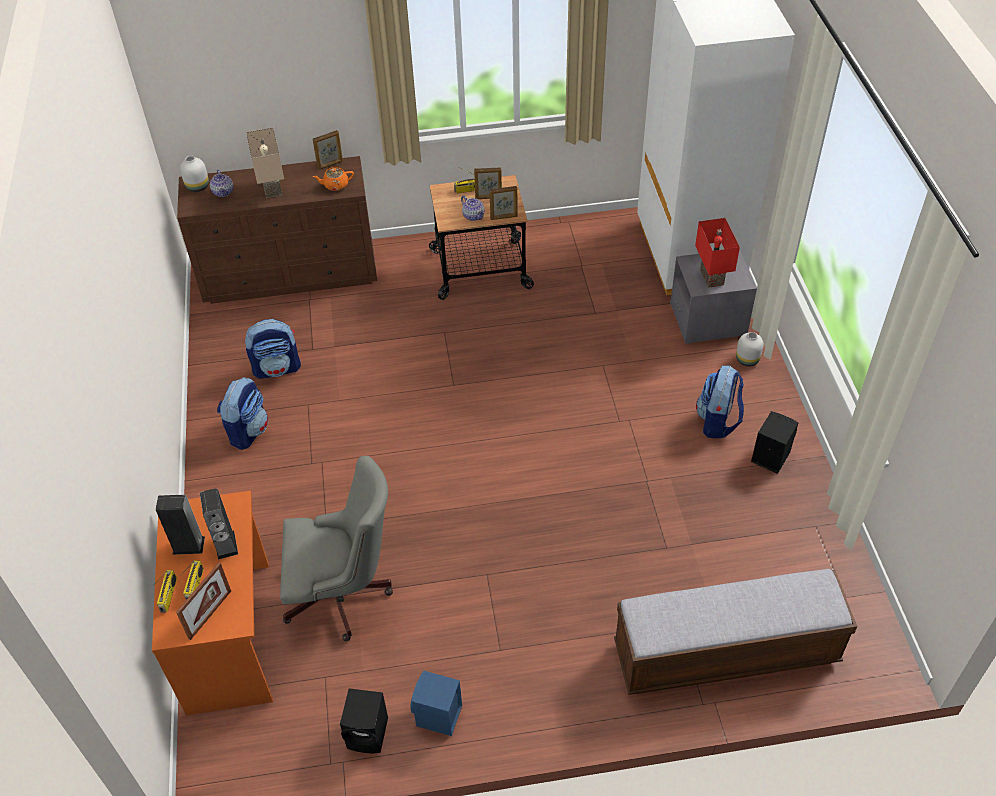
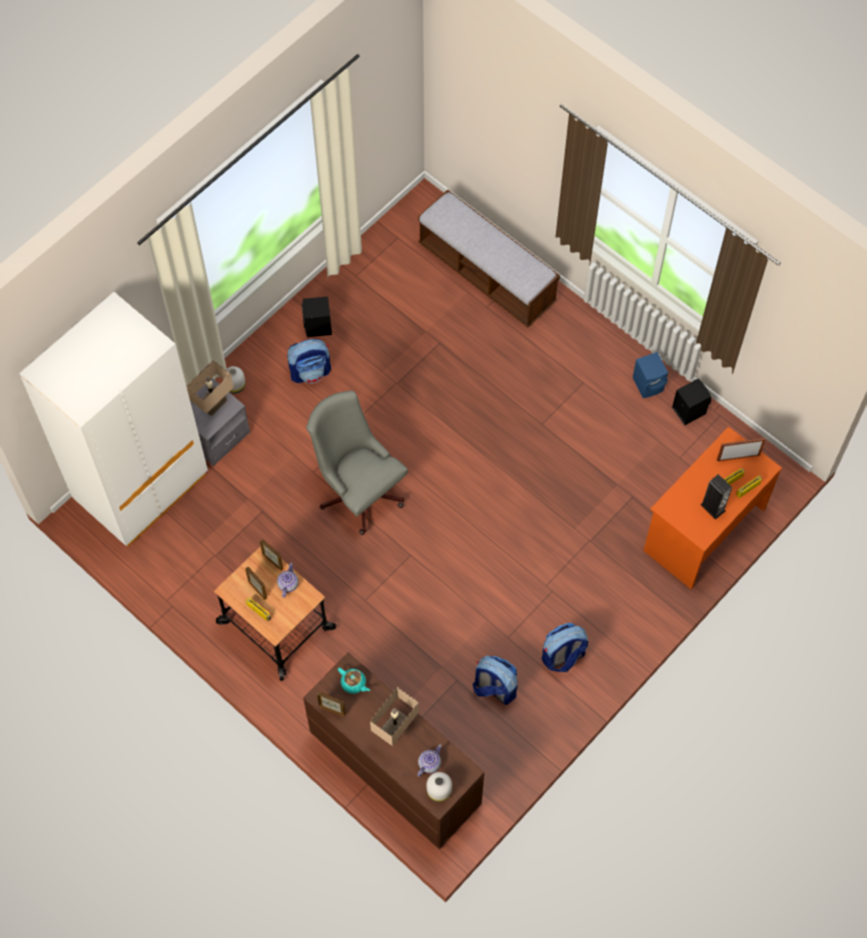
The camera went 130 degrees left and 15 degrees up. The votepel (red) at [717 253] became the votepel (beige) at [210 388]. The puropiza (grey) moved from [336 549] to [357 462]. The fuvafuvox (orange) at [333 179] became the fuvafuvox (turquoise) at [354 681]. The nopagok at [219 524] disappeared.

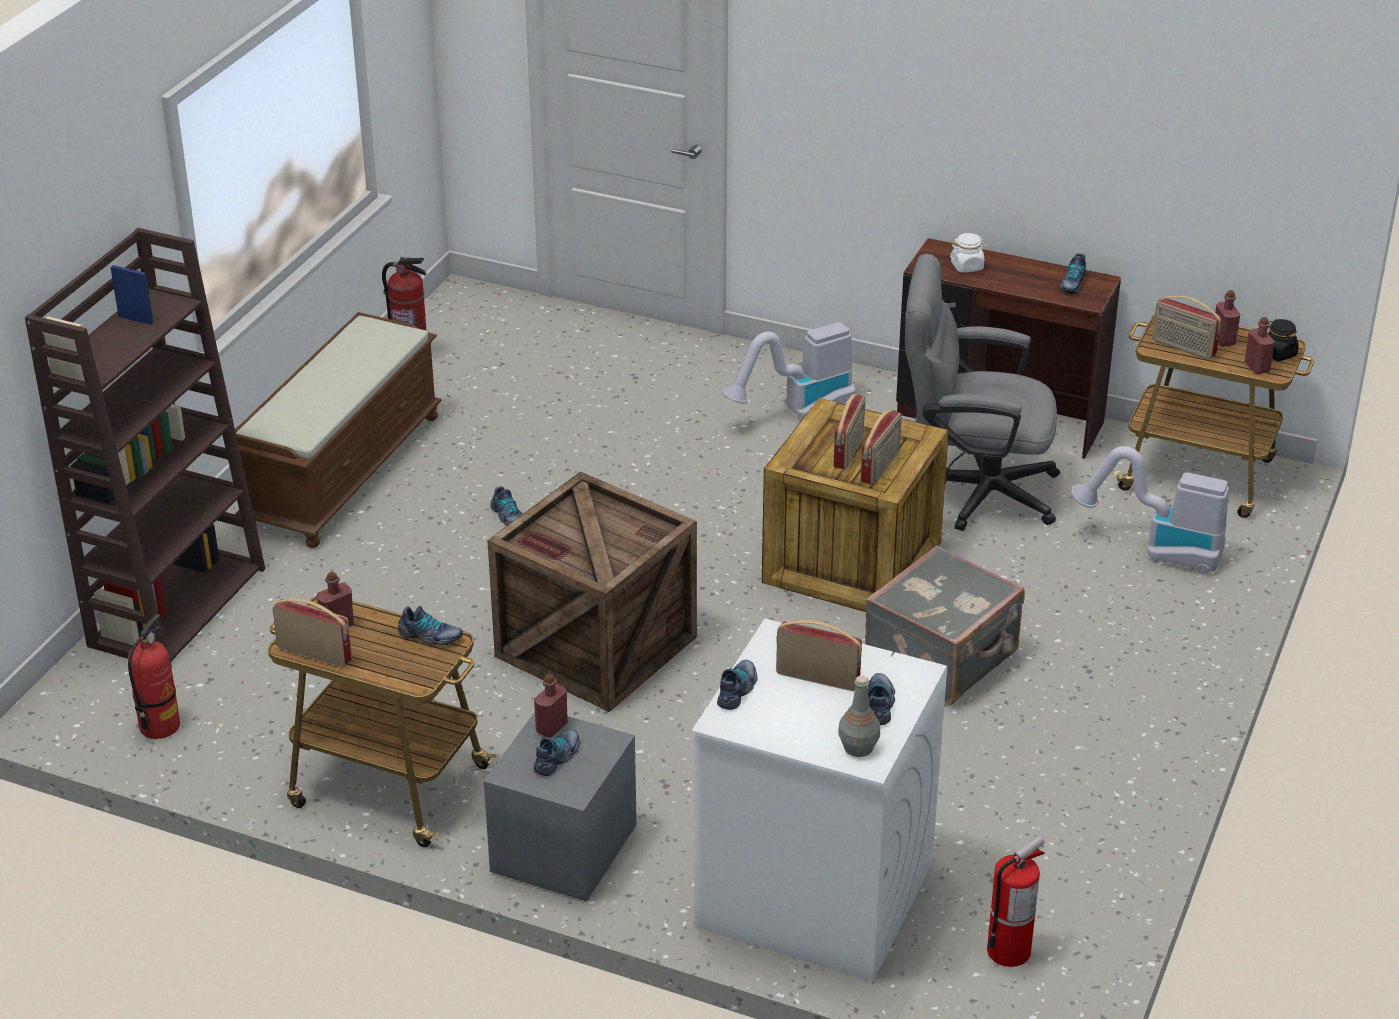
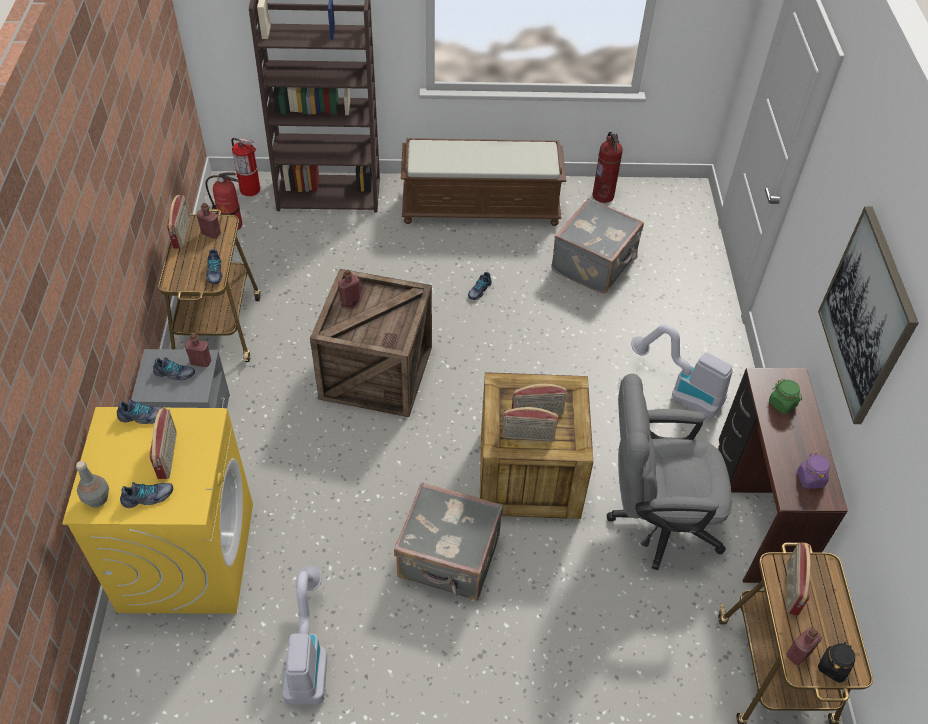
The camera went 65 degrees right and 15 degrees up. The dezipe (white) at [819 800] became the dezipe (yellow) at [157 510]. The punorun moved from [1016 901] to [246 167]. The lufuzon moved from [1150 510] to [304 635]. The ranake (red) moved from [1227 318] to [349 287]. The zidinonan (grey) at [597 246] appeared. The puropiza (grey) at [982 392] turned 75 degrees counterclockwise. The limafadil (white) at [968 253] became the limafadil (green) at [785 396]. The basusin at [1072 274] was replaced by the limafadil (purple) at [813 471]. The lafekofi at [868 315] appeared.

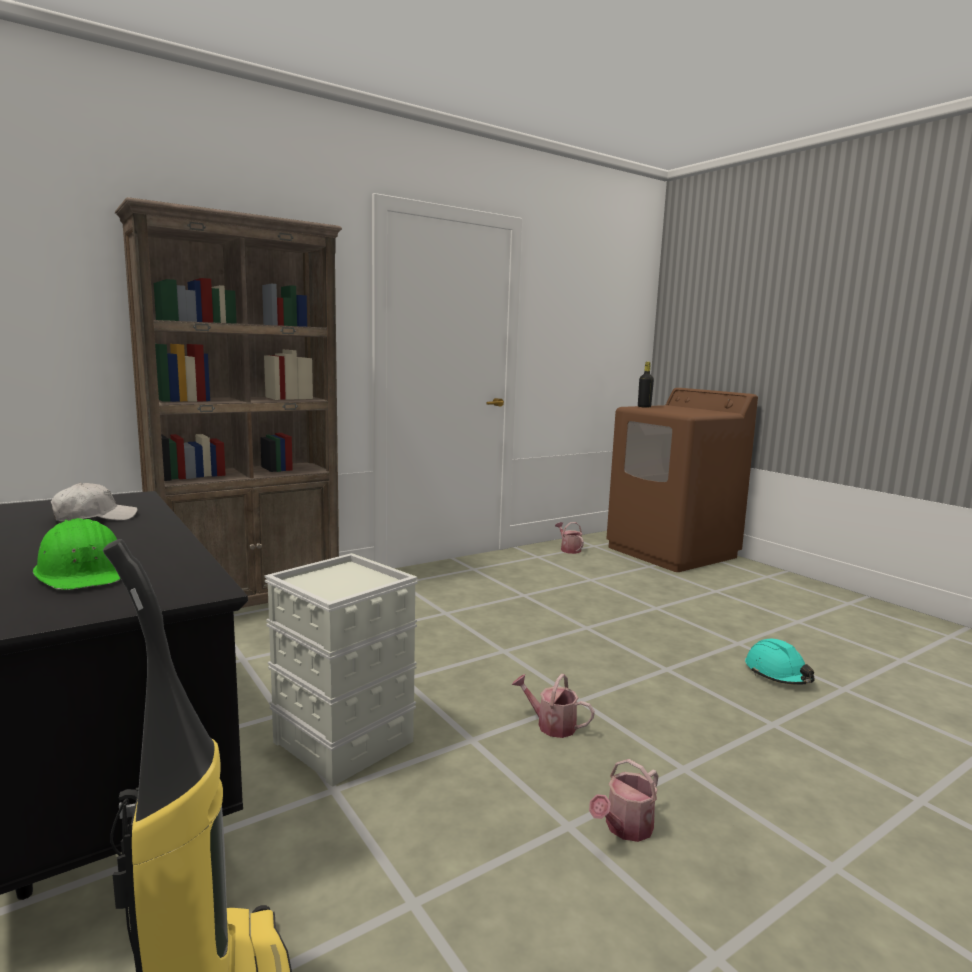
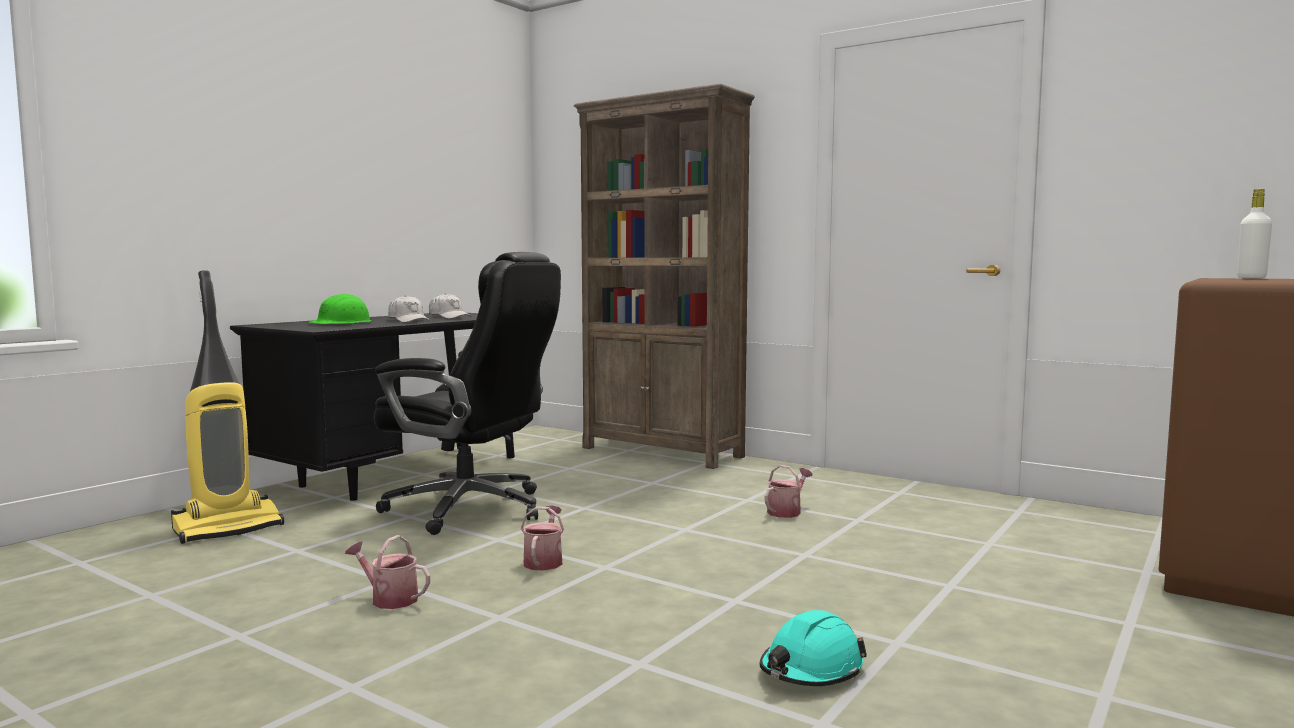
The camera went 70 degrees right and 5 degrees down. The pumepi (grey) at [341 670] was replaced by the puropiza (black) at [467 393]. The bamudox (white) at [409 309] appeared. The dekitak moved from [569 538] to [788 491]. The ranake (black) at [646 385] became the ranake (white) at [1254 234].

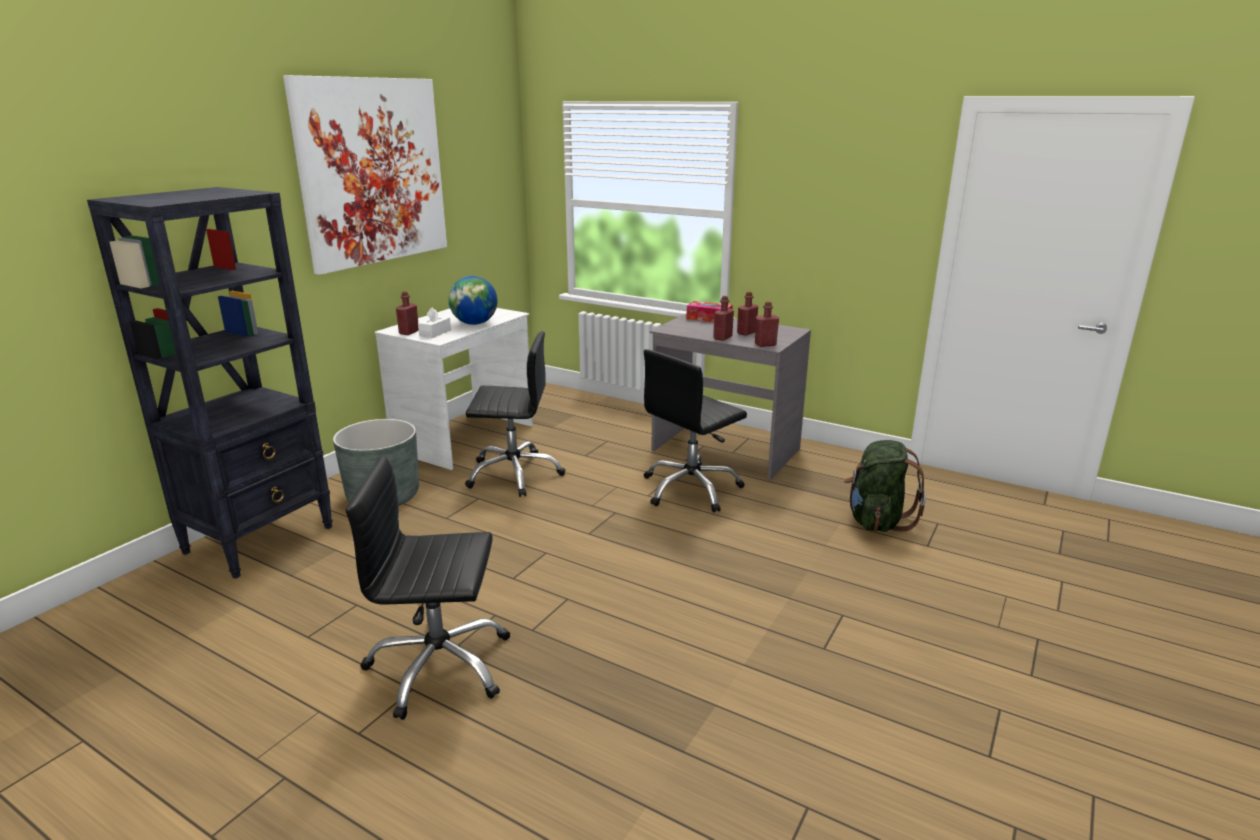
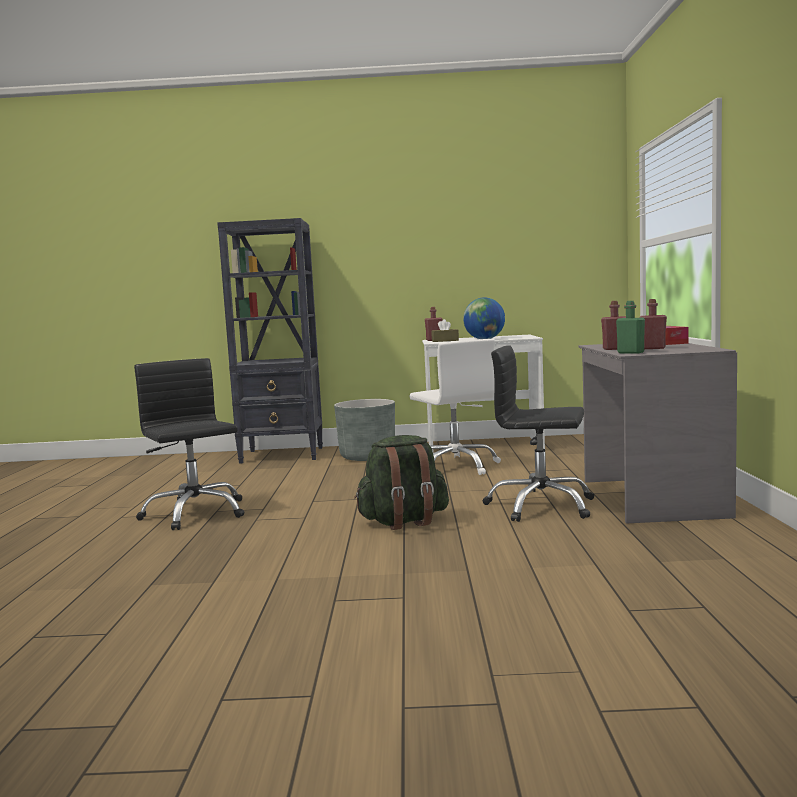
The camera went 60 degrees right and 15 degrees down. The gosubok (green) moved from [885 486] to [401 482]. The puropiza (black) at [515 414] became the puropiza (white) at [455 407]. The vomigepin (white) at [434 323] became the vomigepin (brown) at [445 330]. The ranake (red) at [767 324] became the ranake (green) at [630 327]. The lafekofi at [365 175] disappeared.

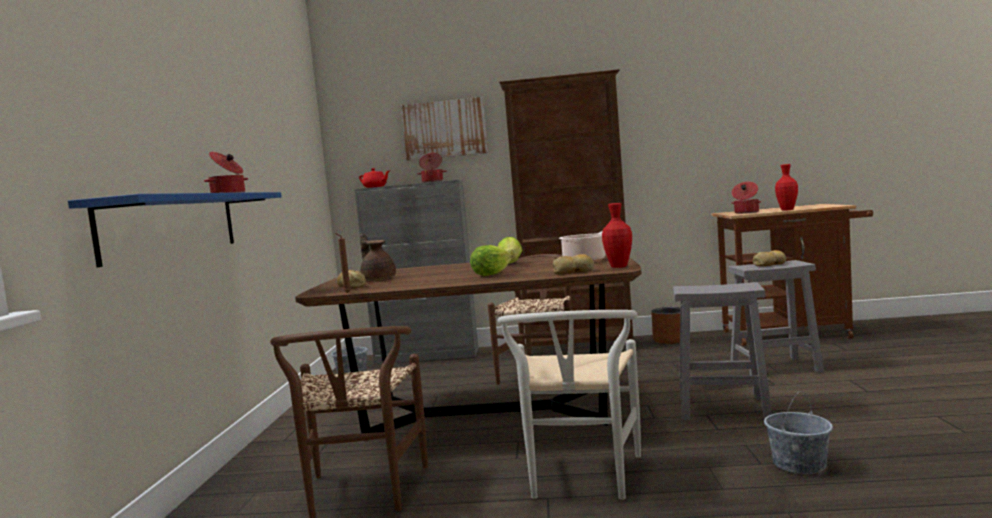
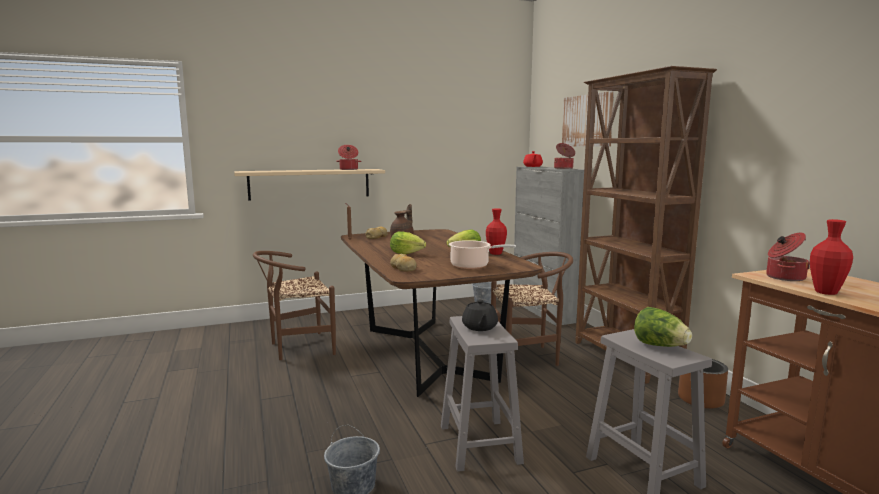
The camera went 65 degrees right and 5 degrees up. The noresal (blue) at [175 229] became the noresal (beige) at [309 185]. The fuvafuvox (black) at [480 315] appeared. The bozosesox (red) moved from [617 235] to [496 231]. The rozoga at [769 258] was replaced by the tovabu at [663 327]. The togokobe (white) at [569 405] disappeared.

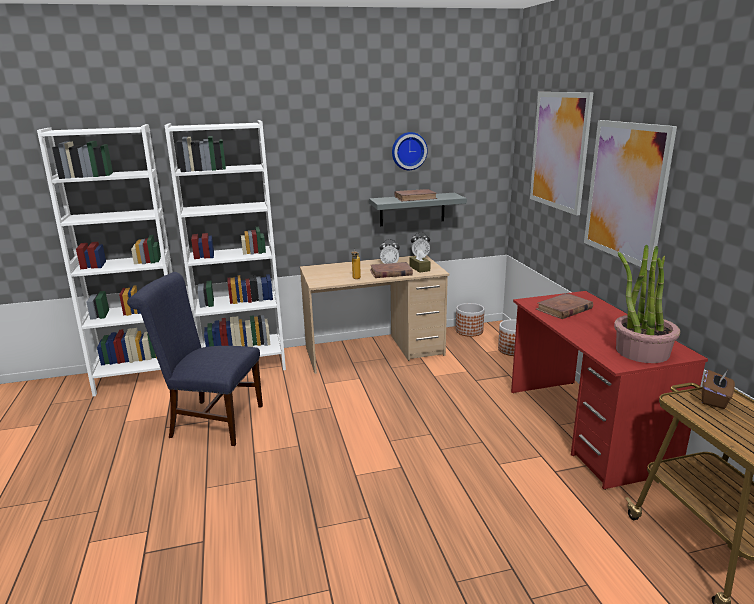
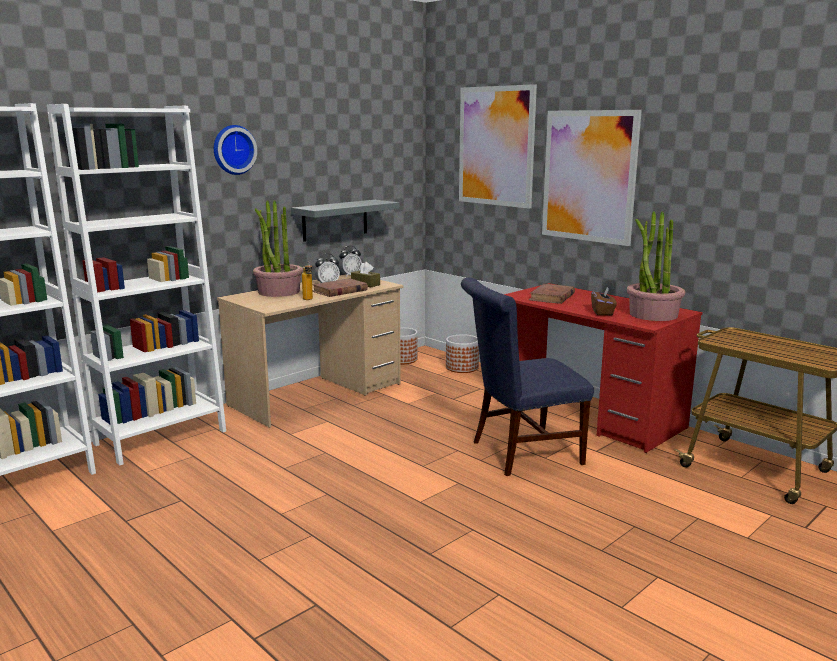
The camera went 30 degrees left and 5 degrees down. The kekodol moved from [410 151] to [235 150]. The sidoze at [278 248] appeared. The togokobe (blue) moved from [195 359] to [527 377]. The vomigepin (brown) moved from [718 389] to [604 301]. The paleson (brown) at [416 195] disappeared.

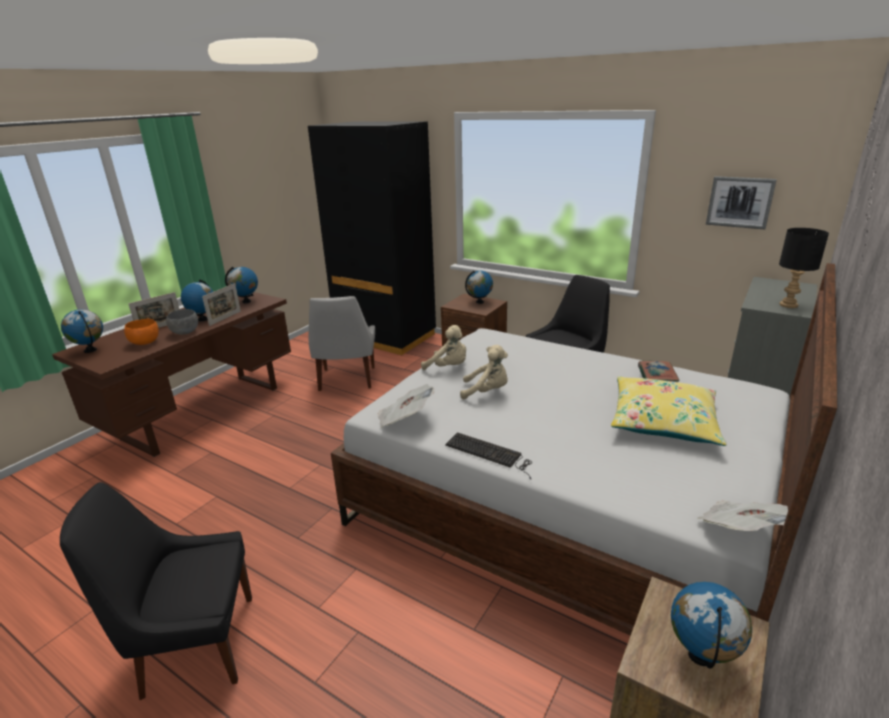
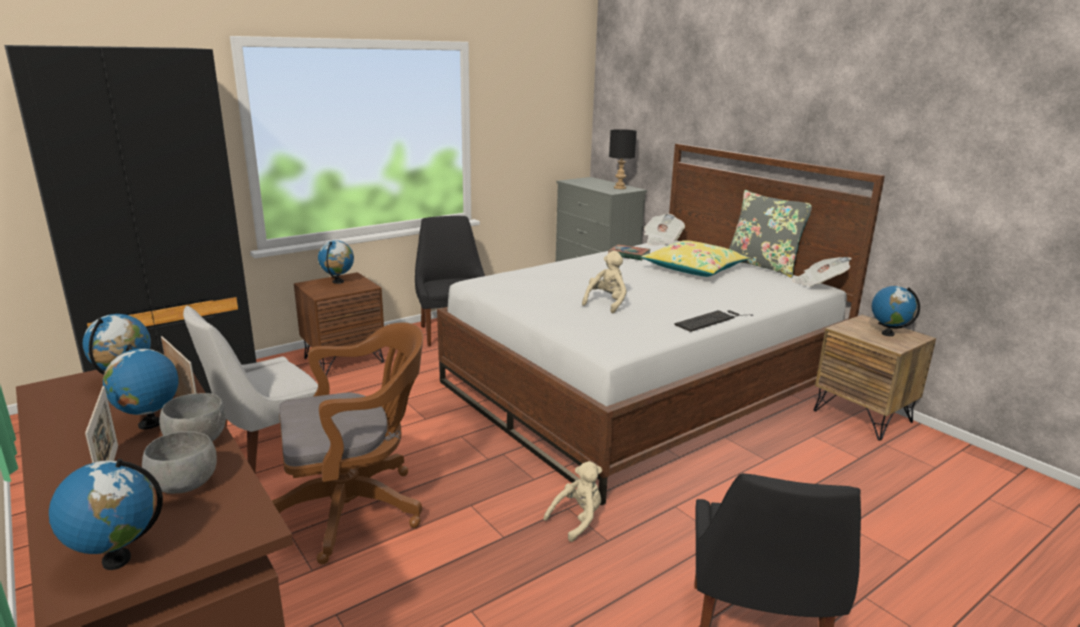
The camera went 70 degrees left and 5 degrees down. The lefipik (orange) at [141 332] became the lefipik (grey) at [179 462]. The togokobe (white) at [342 343] turned 120 degrees clockwise. The puropiza (brown) at [347 443] appeared. The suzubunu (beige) moved from [443 347] to [572 501]. The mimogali moved from [406 406] to [664 230]. The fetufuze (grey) at [770 234] appeared. The lafekofi at [741 202] disappeared.

